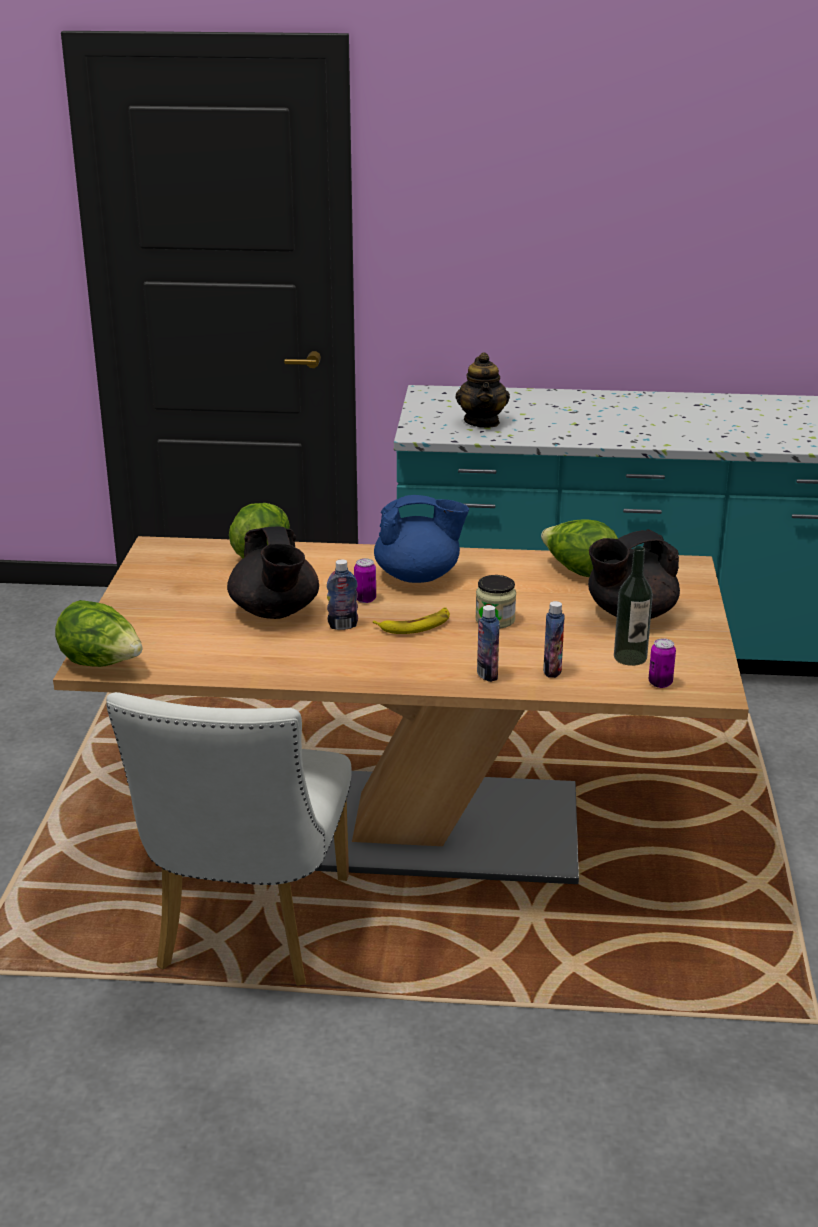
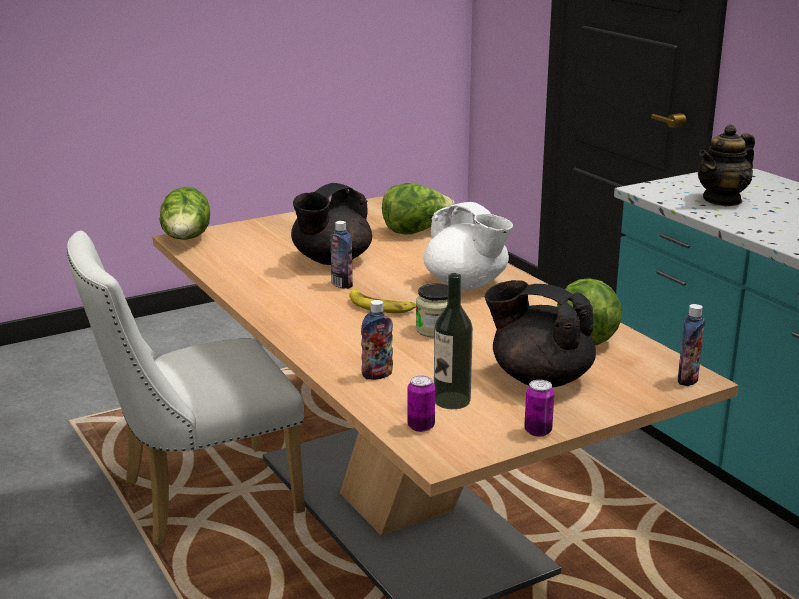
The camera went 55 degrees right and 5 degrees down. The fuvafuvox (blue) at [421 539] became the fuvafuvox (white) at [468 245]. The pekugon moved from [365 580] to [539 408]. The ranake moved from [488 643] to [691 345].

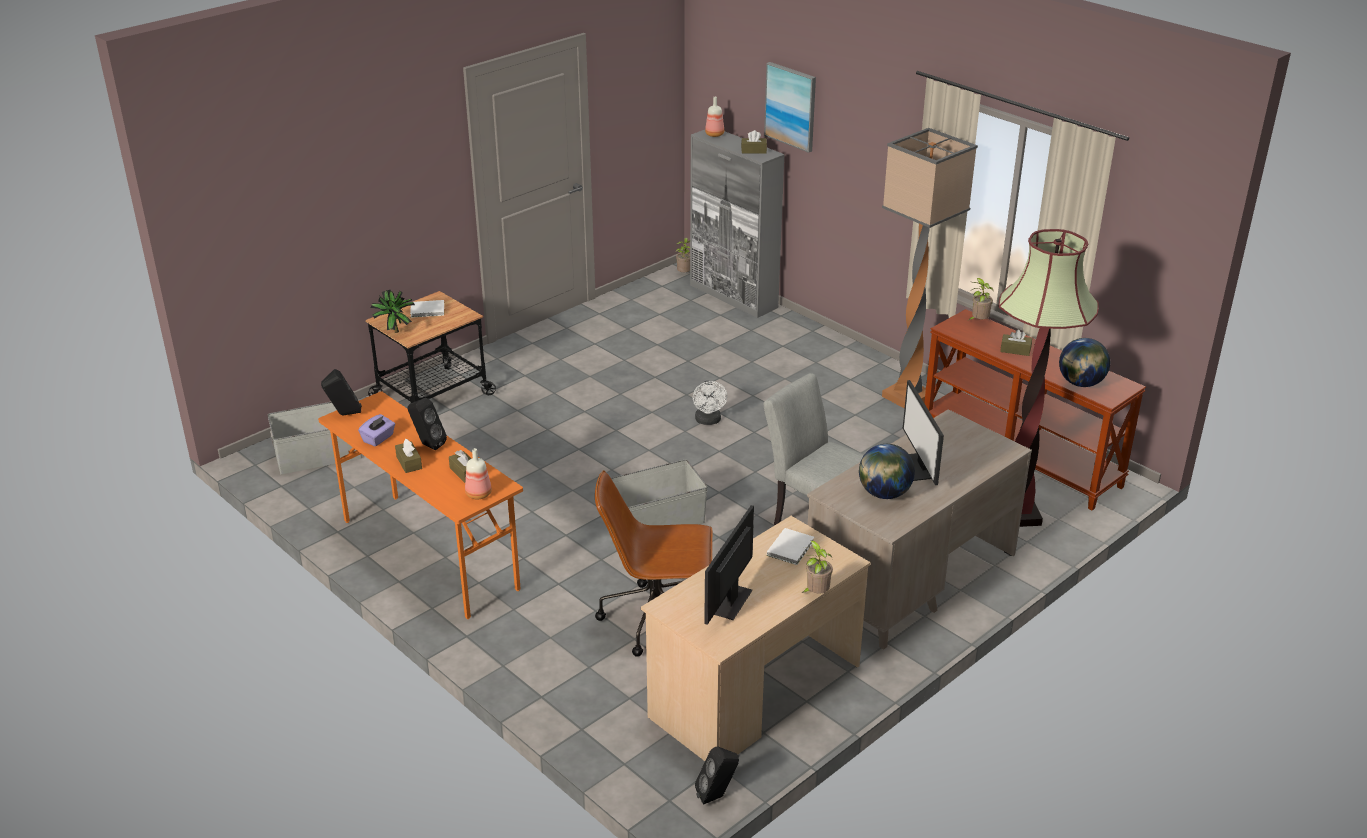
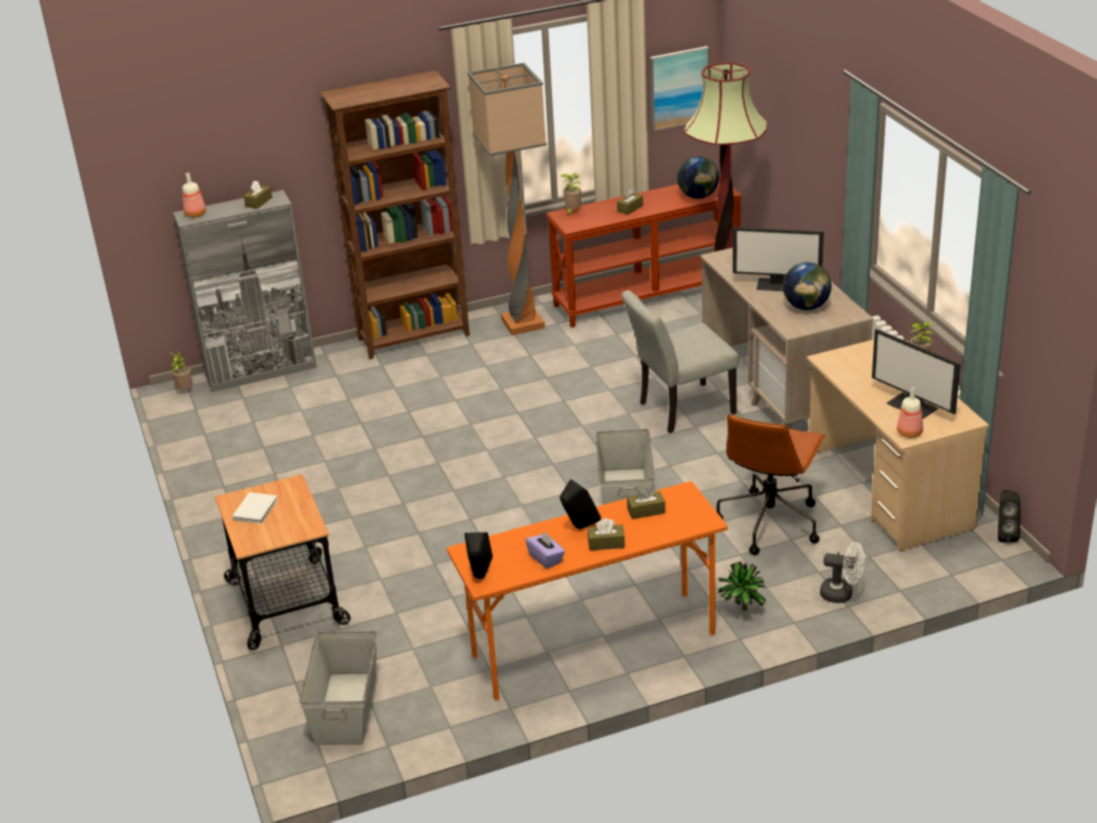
The camera went 65 degrees left and 0 degrees up. The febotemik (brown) at [395 215] appeared. The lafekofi moved from [790 107] to [679 88]. The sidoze moved from [392 311] to [742 586]. The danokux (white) moved from [710 403] to [842 572]. The ranake moved from [478 473] to [910 412]. The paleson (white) at [790 546] disappeared.

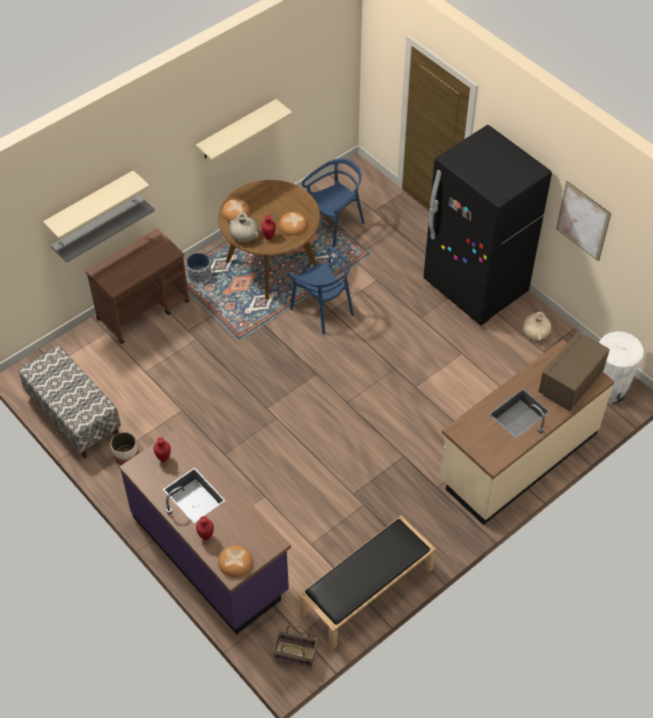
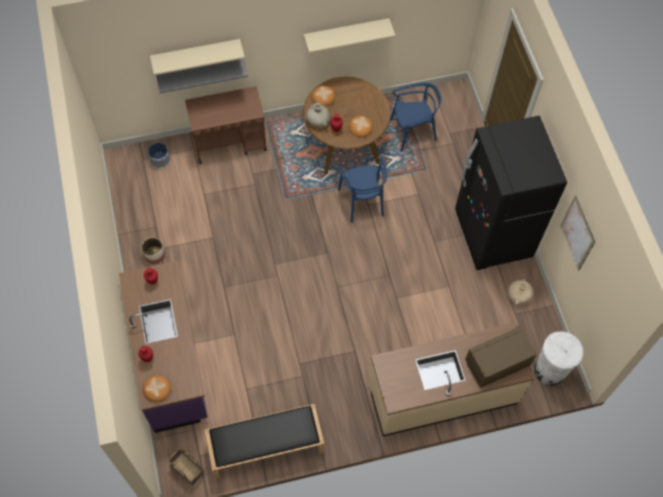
The camera went 25 degrees right and 10 degrees up. The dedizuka moved from [198 268] to [159 155]. The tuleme at [70 402] disappeared.

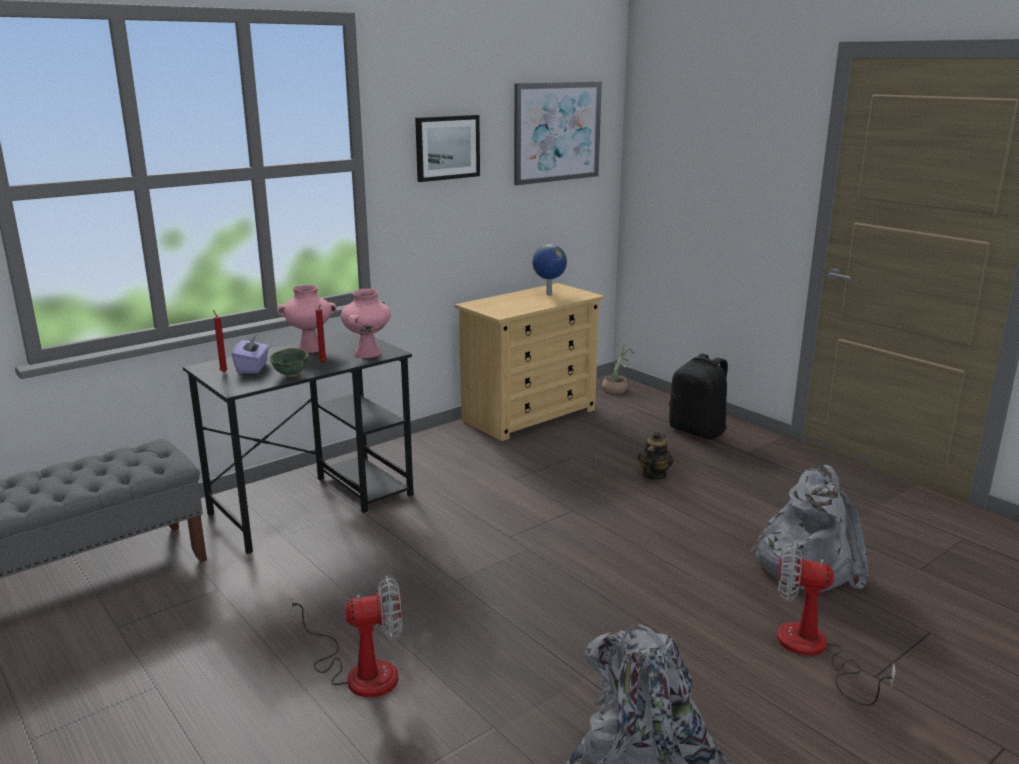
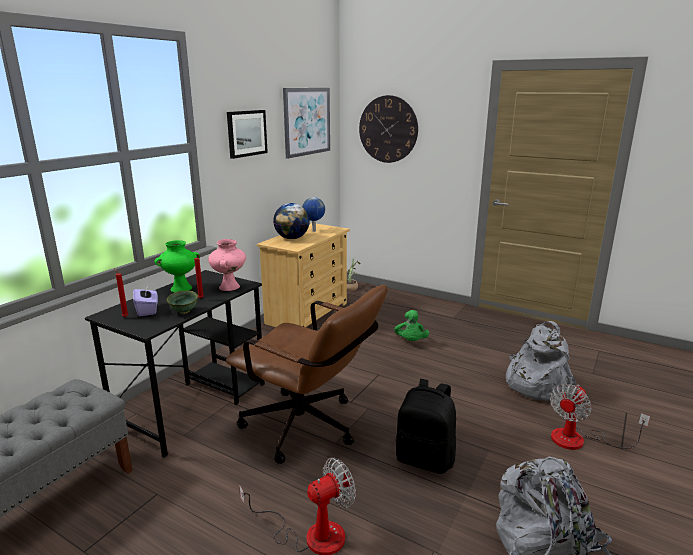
The camera went 20 degrees left and 0 degrees up. The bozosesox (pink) at [307 319] became the bozosesox (green) at [177 266]. The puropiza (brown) at [306 374] appeared. The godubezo at [291 221] appeared. The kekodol at [388 129] appeared. The fuvafuvox at [655 455] was replaced by the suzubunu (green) at [411 325]. The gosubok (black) moved from [698 396] to [426 426]. The danokux at [836 623] turned 45 degrees counterclockwise.

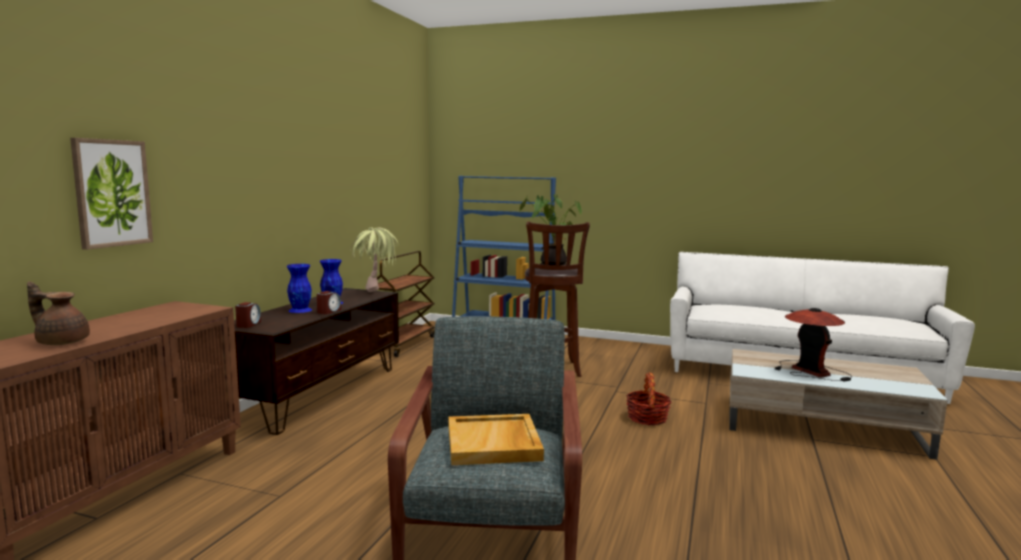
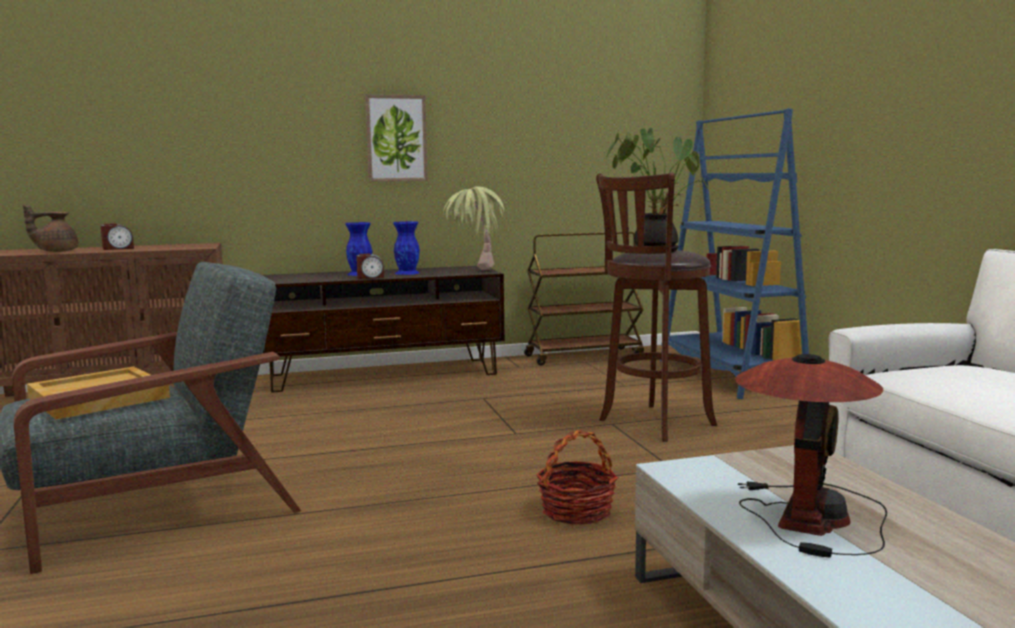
The camera went 55 degrees right and 0 degrees up. The fuvafuvox (brown) at [58 313] turned 105 degrees counterclockwise. The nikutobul moved from [248 315] to [117 236]. The lafekofi moved from [111 194] to [396 138].

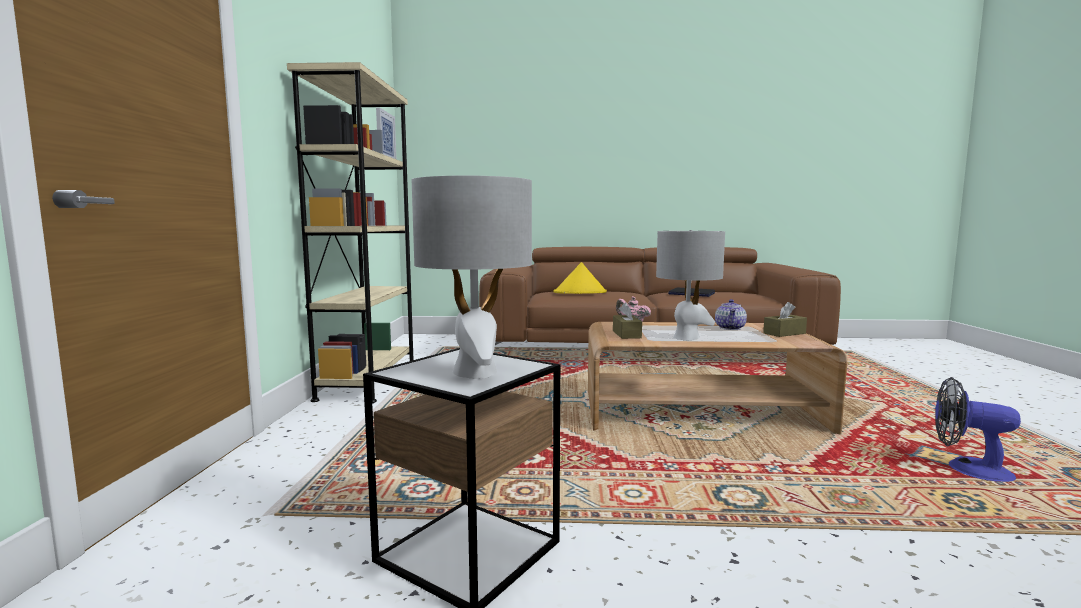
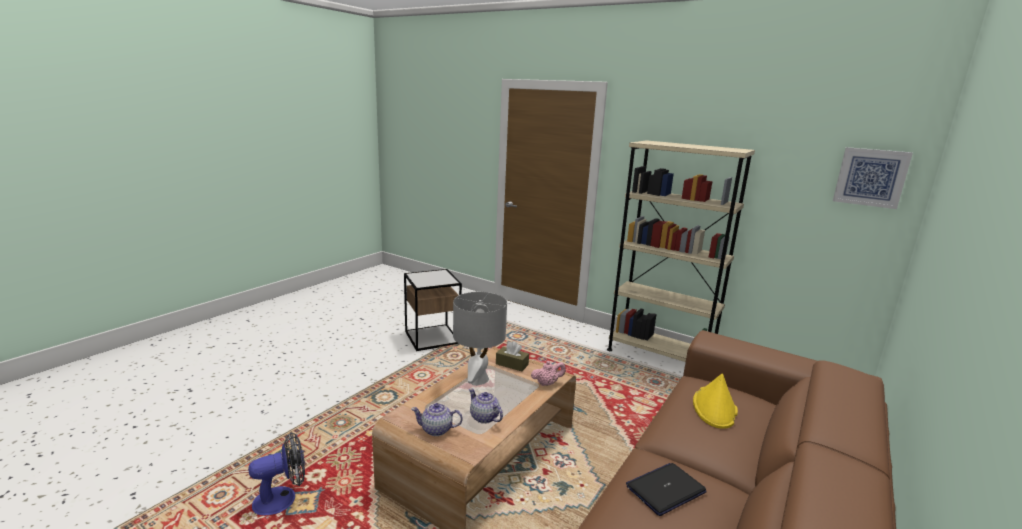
The camera went 120 degrees right and 10 degrees up. The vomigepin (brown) at [785 319] was replaced by the fuvafuvox at [437 419]. The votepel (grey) at [472 277] disappeared.

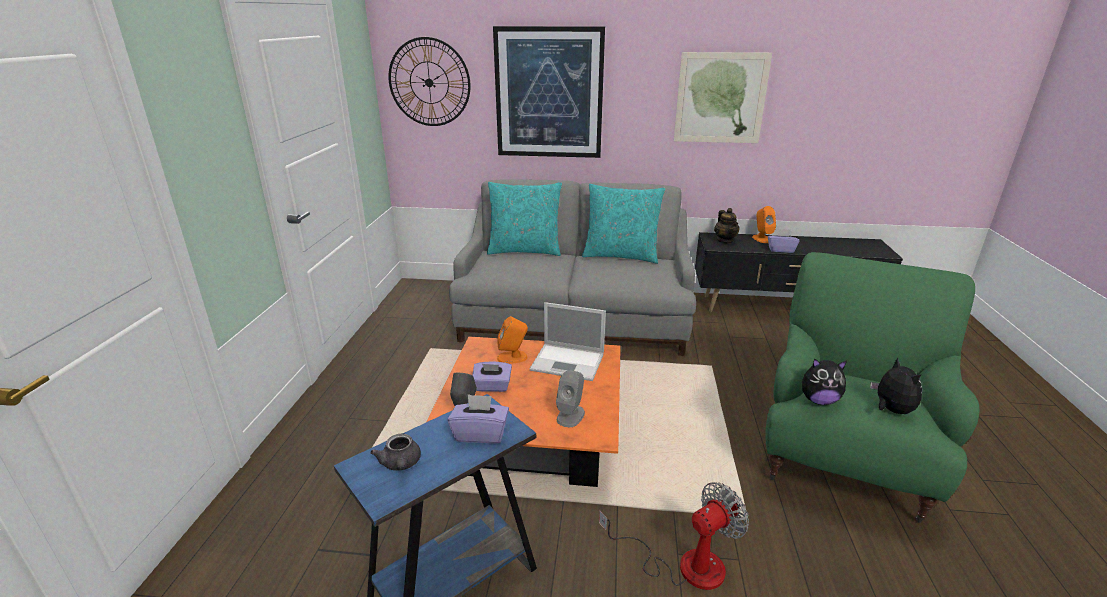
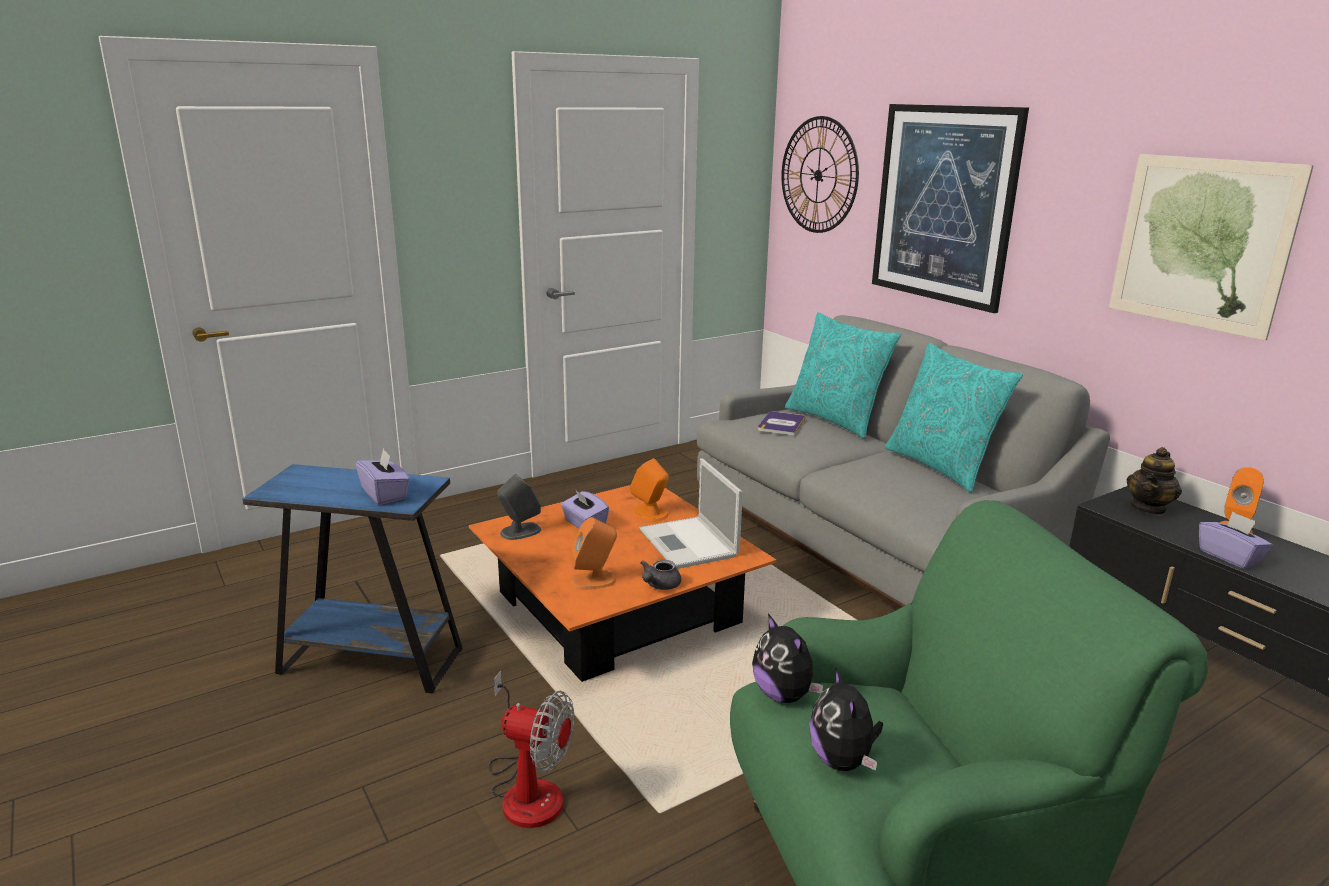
The camera went 50 degrees right and 5 degrees down. The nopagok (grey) at [570 398] became the nopagok (orange) at [593 553]. The fuvafuvox (grey) moved from [395 452] to [660 575]. The paleson at [782 423] appeared. The suzubunu at [896 385] turned 135 degrees clockwise.

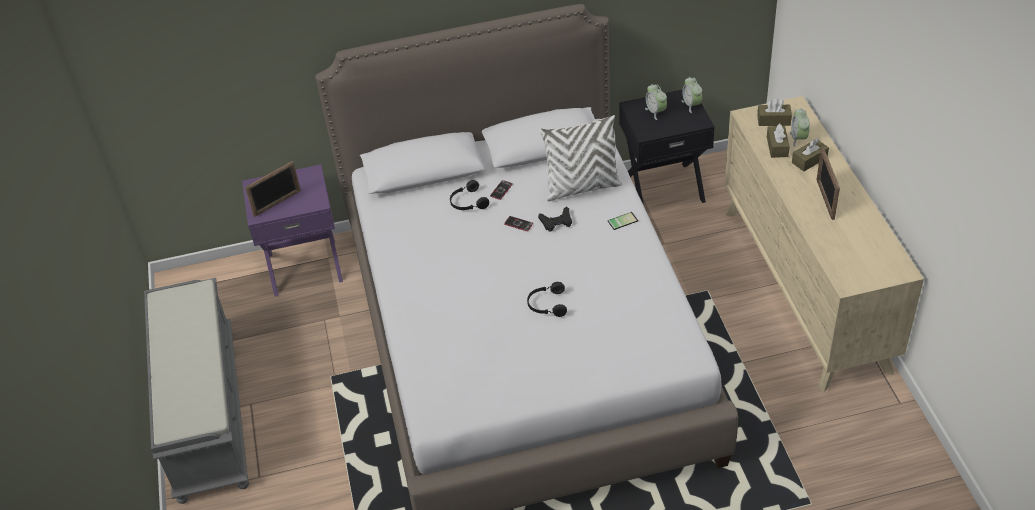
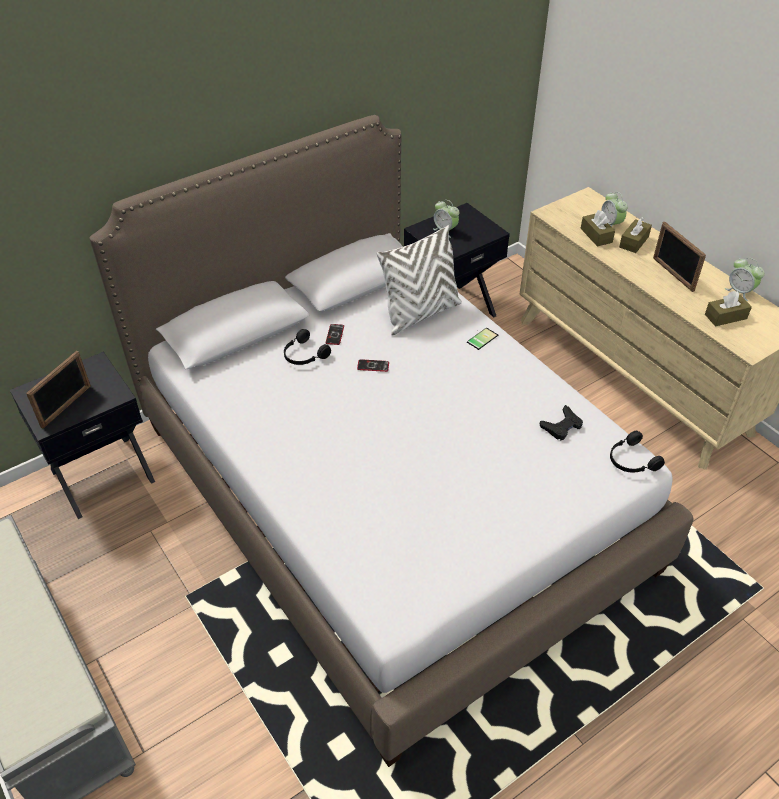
The camera went 25 degrees left and 0 degrees up. The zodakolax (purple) at [292 230] became the zodakolax (black) at [82 435]. The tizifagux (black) moved from [555 219] to [561 422]. The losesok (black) moved from [547 299] to [637 452]. The vomigepin (brown) moved from [774 112] to [728 308]. The nikutobul moved from [692 95] to [745 279].

